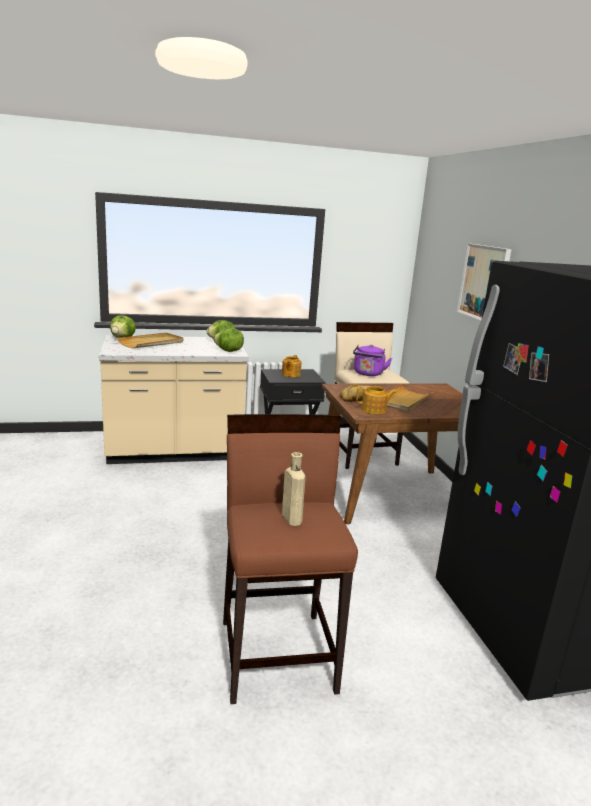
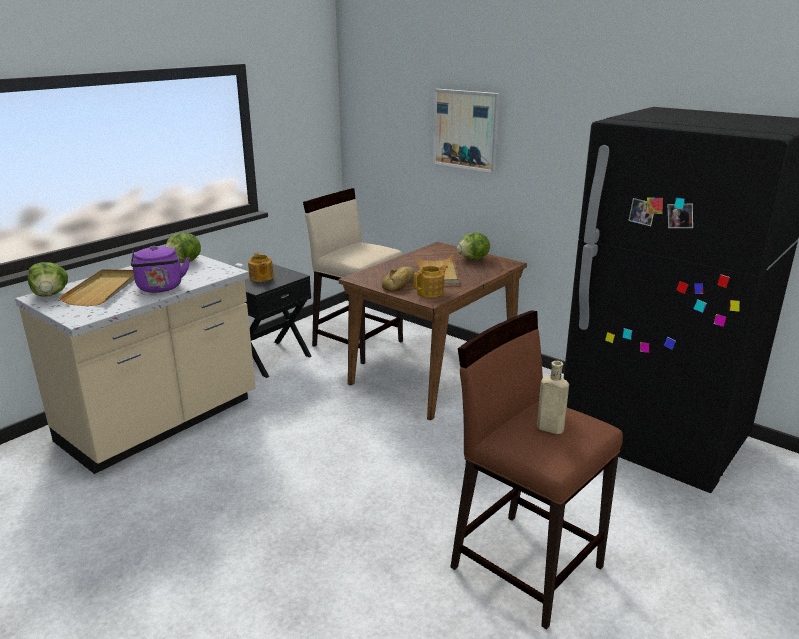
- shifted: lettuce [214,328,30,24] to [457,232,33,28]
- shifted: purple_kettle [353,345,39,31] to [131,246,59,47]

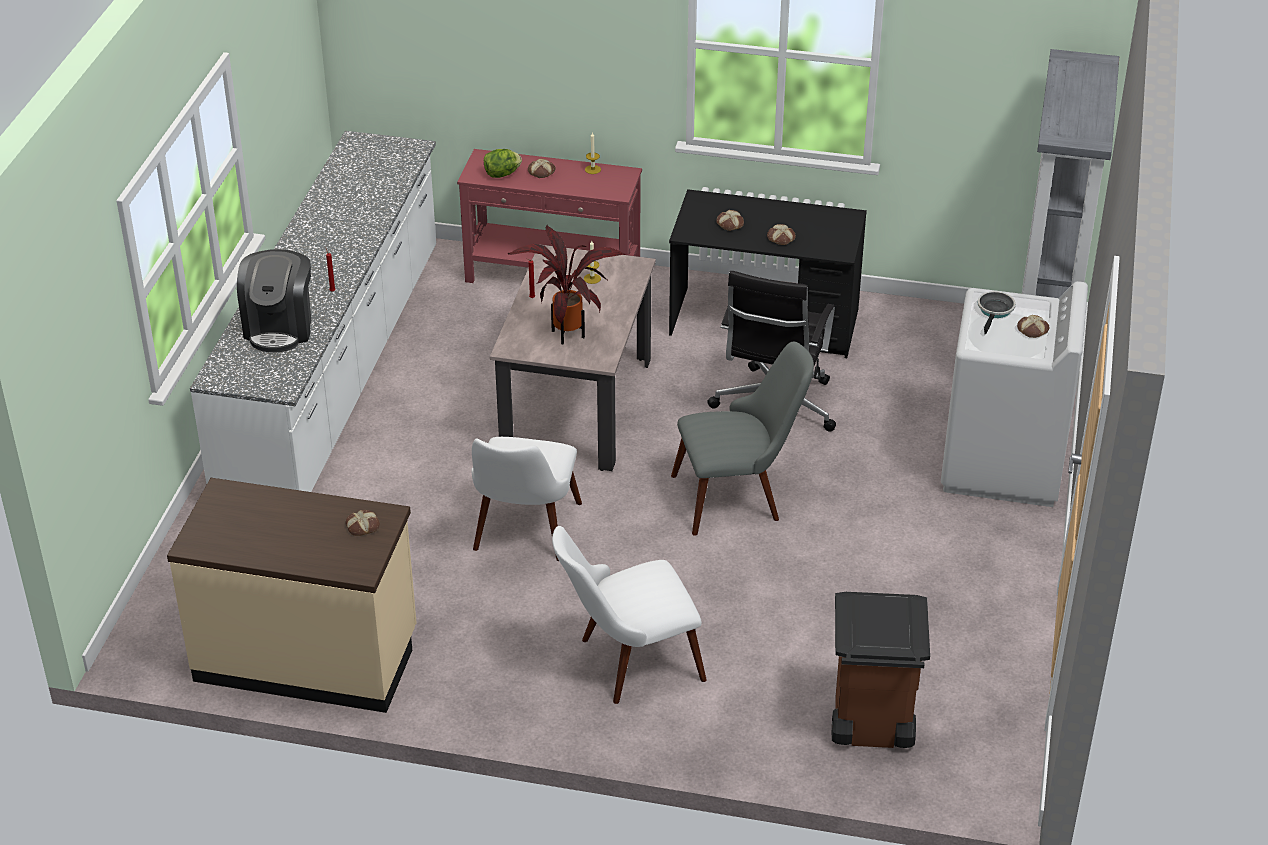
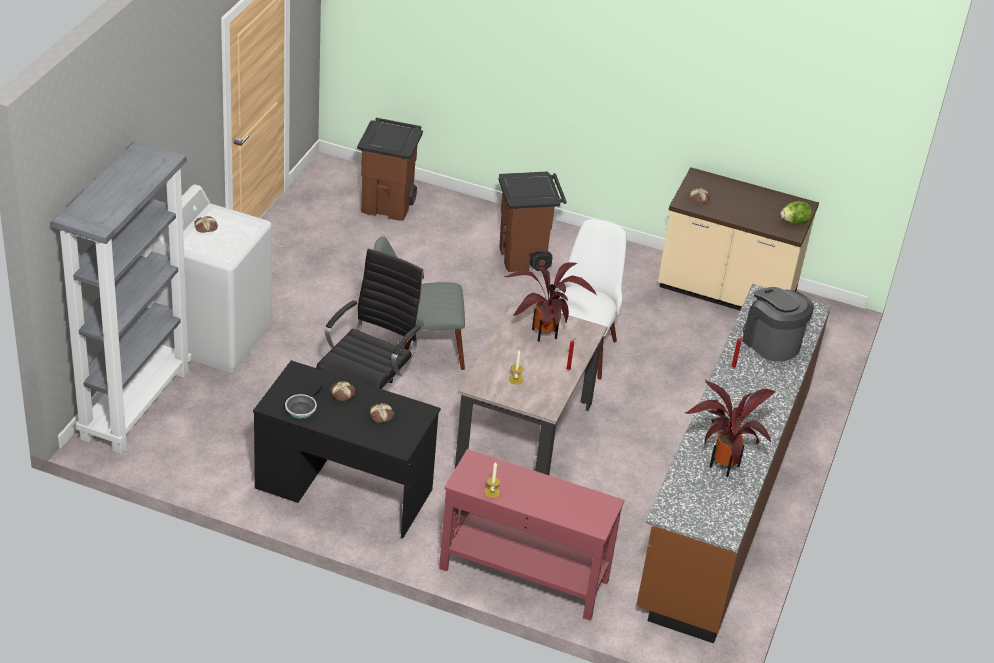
- repainted: white_counter [190,131,246,361] to brown_counter [637,284,194,359]
- rotated: coffee_machine [237,249,74,104] = [742,287,72,74] 45 degrees counterclockwise
- shifted: lettuce [484,149,38,29] to [781,201,31,23]
- gone: bread [528,159,28,19]
- swapped: white_chair [552,526,155,178] to brown_trash_can [499,171,68,101]
- shifted: frying_pan [977,291,39,44] to [285,383,39,36]
- new: potted_plant [685,380,91,97]

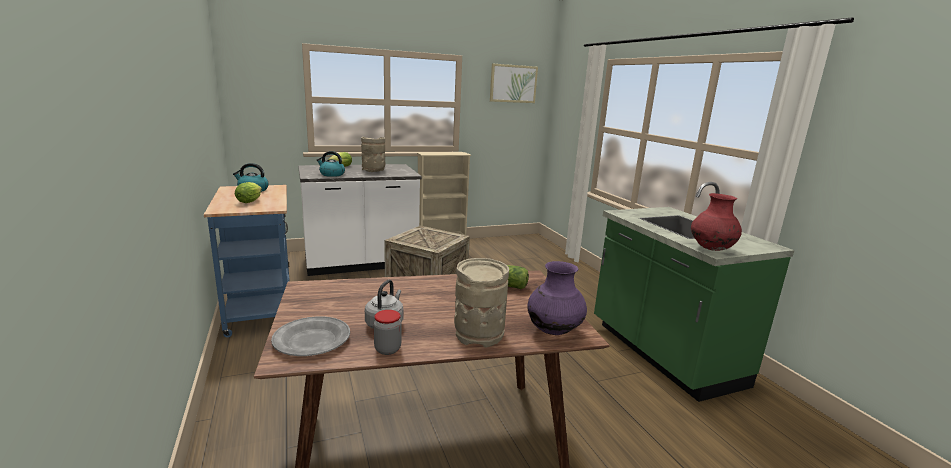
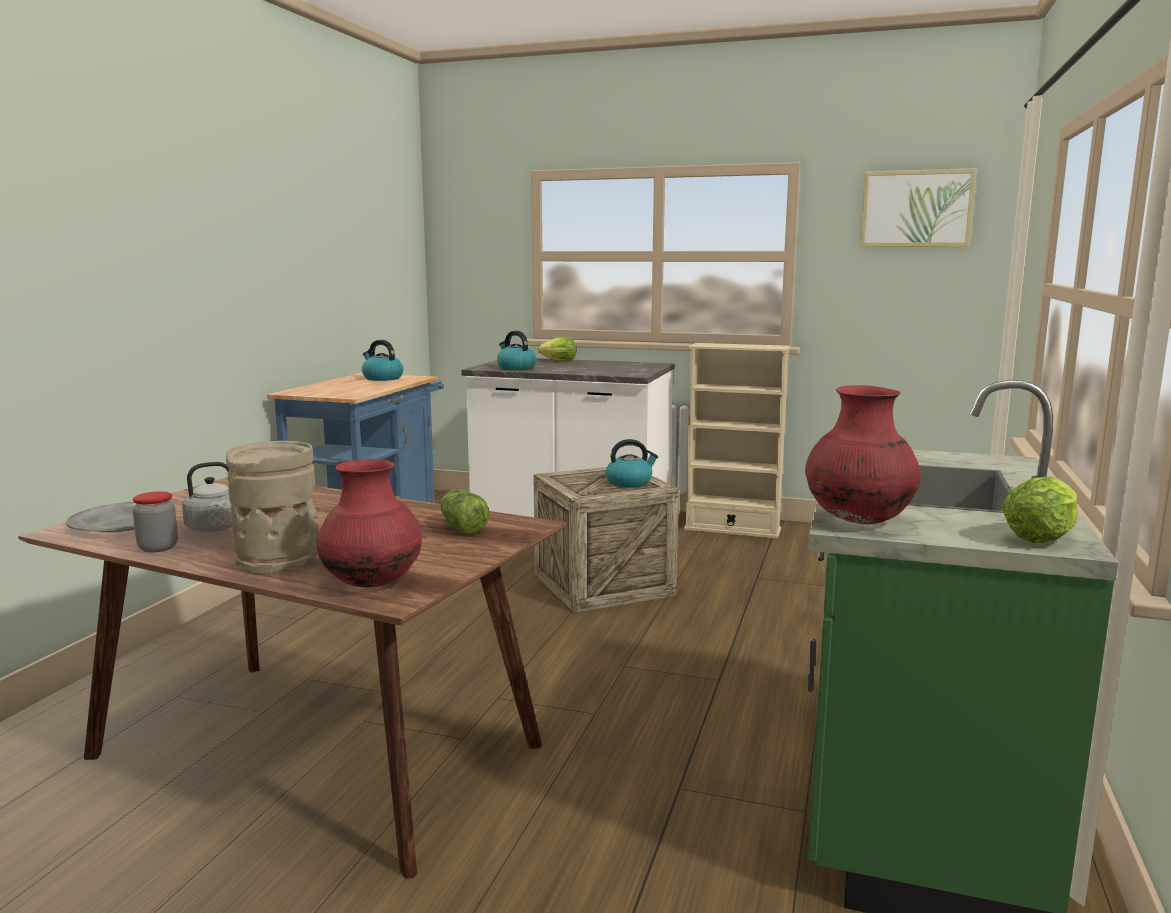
- shifted: lettuce [235,182,27,21] to [1002,476,76,67]
- gone: beige_vase [361,137,24,35]
- repainted: purple_vase [527,261,60,74] to red_vase [316,459,106,128]
- new: kettle [606,439,52,49]

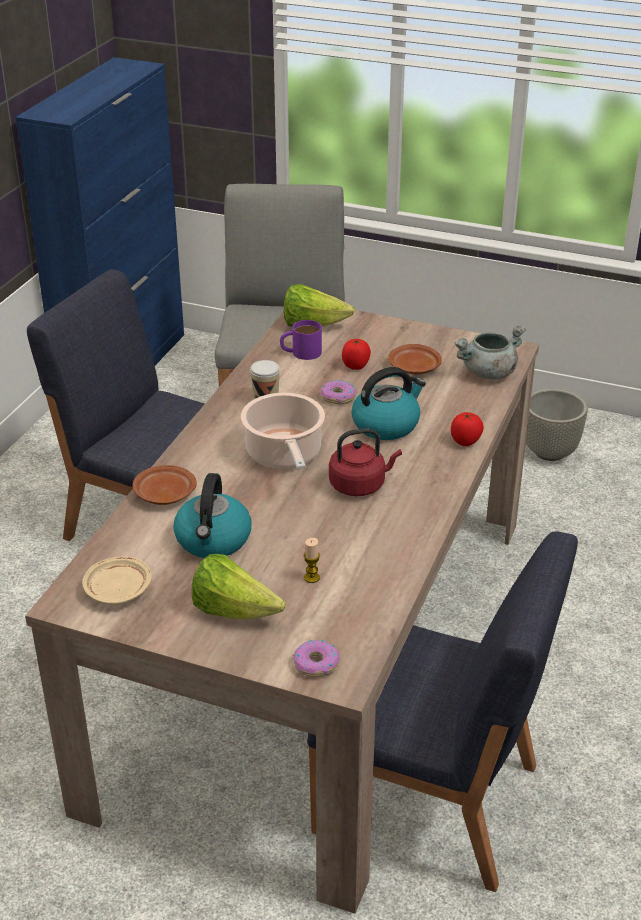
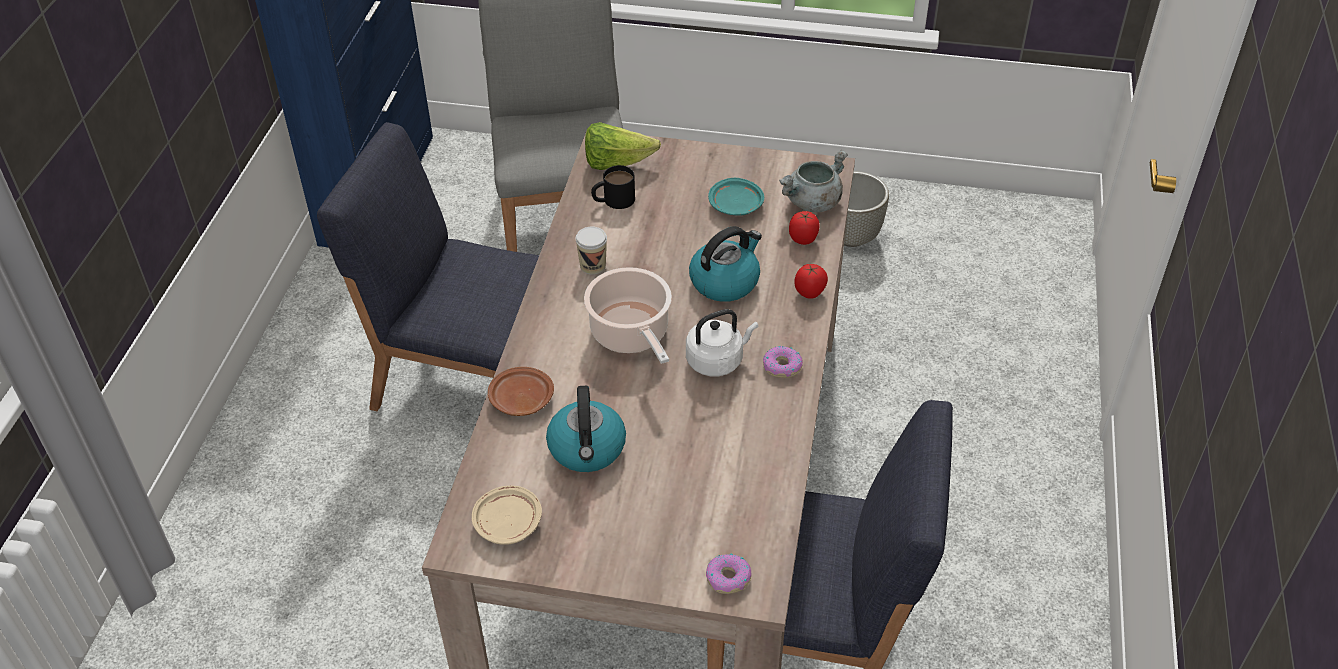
- gone: lettuce [192,554,94,66]
- repainted: purple_mug [280,320,42,40] to black_mug [591,165,44,44]
- gone: candle [304,538,16,45]
- shifted: donut [321,380,35,24] to [763,346,40,32]
- repainted: red_kettle [329,428,73,68] to white_kettle [686,309,72,67]
- shifted: tomato [342,339,29,31] to [789,211,31,34]
- repainted: brown_plate [388,344,54,31] to turquoise_plate [708,178,56,38]

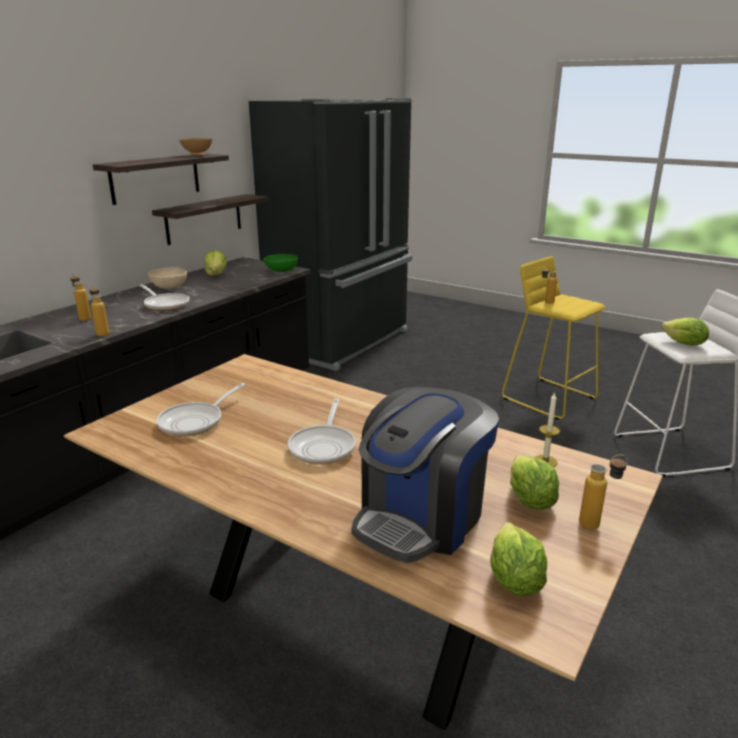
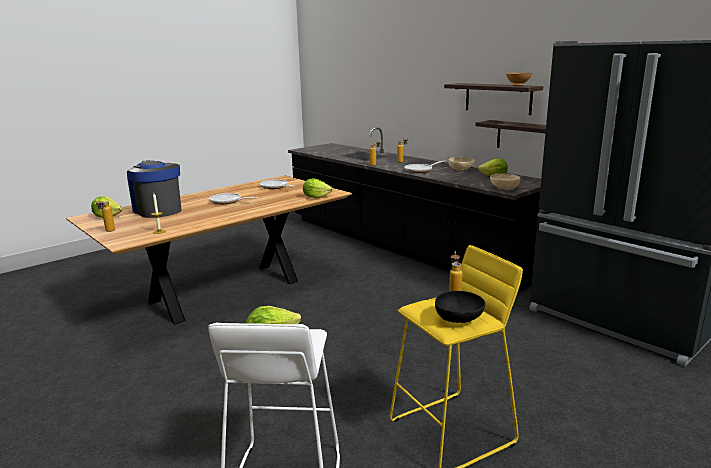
- repainted: green_bowl [263,254,35,18] to beige_bowl [490,174,30,16]
- shifted: lettuce [510,455,49,55] to [303,178,30,21]
- new: black_bowl [435,291,50,32]

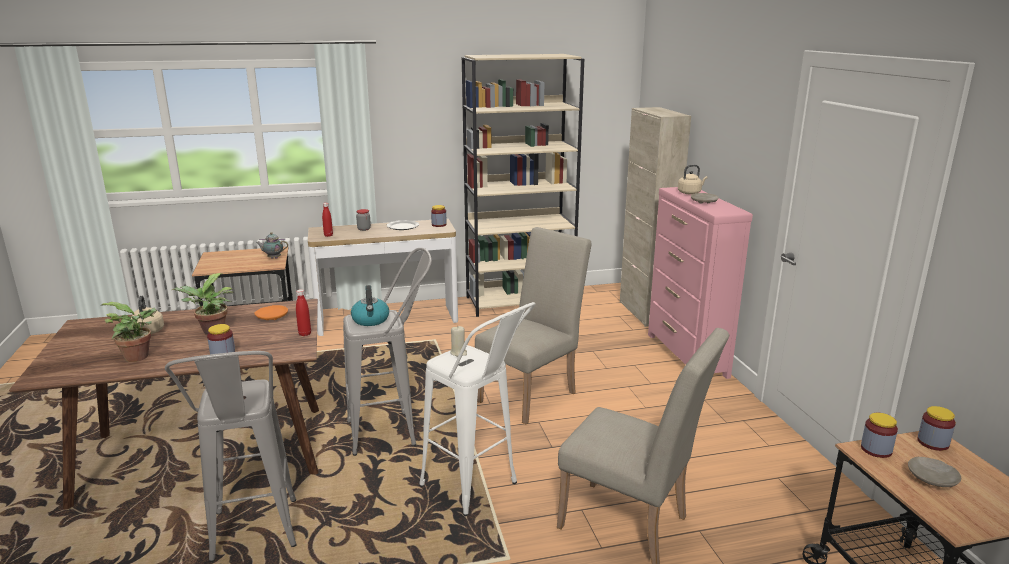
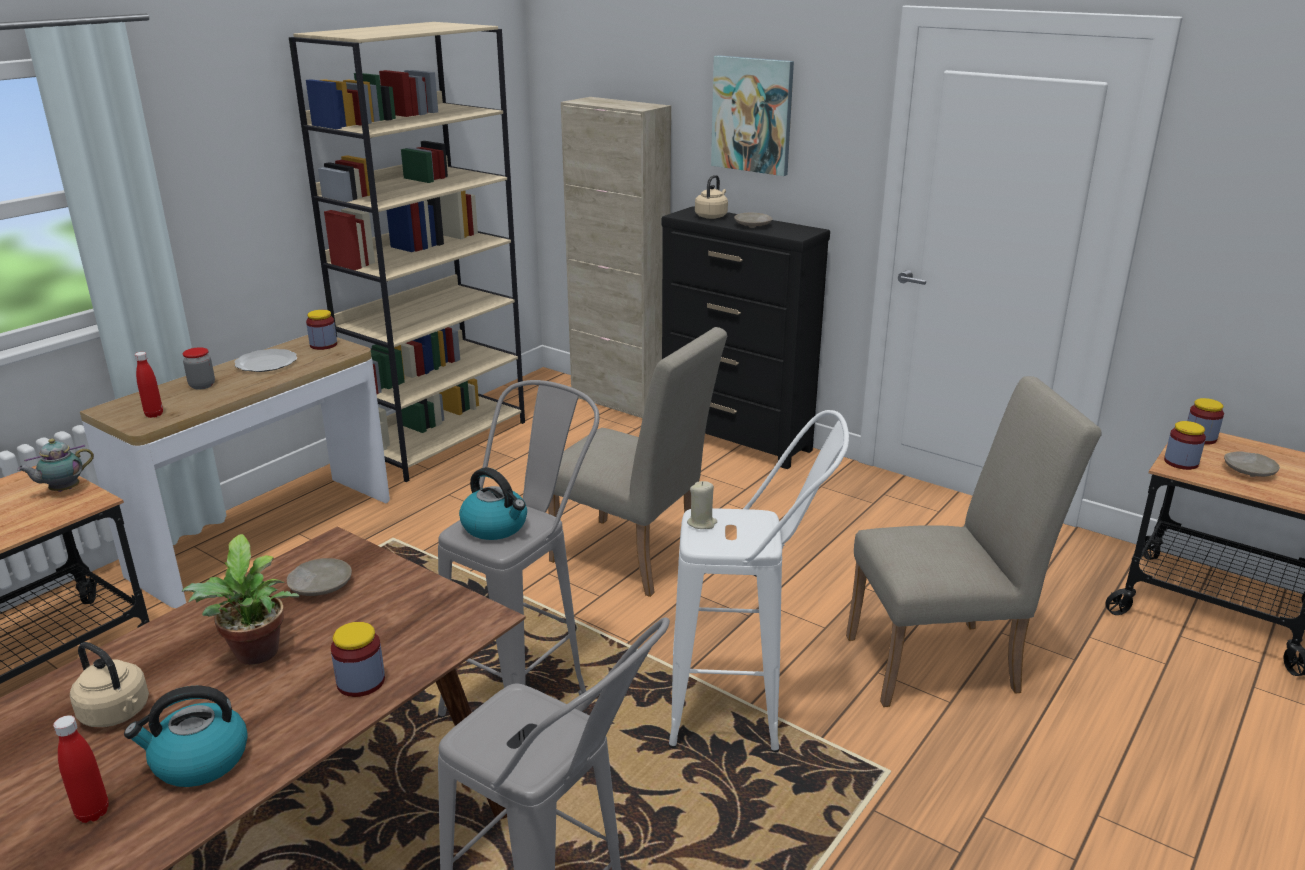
- swapped: potted_plant [100,302,57,60] to kettle [124,686,124,101]
- repainted: orange_plate [254,305,34,15] to beige_plate [287,558,65,38]
- shifted: red_bottle [296,289,15,47] to [53,715,56,108]
- rotated: beige_chair [475,227,117,197] = [548,327,179,270] 120 degrees clockwise
- repainted: pink_dresser [648,187,105,192] to black_dresser [662,206,168,263]
- new: picture [711,55,83,121]

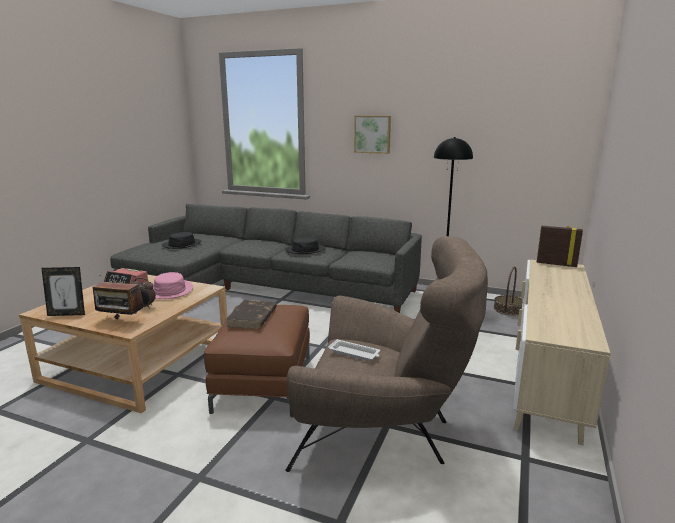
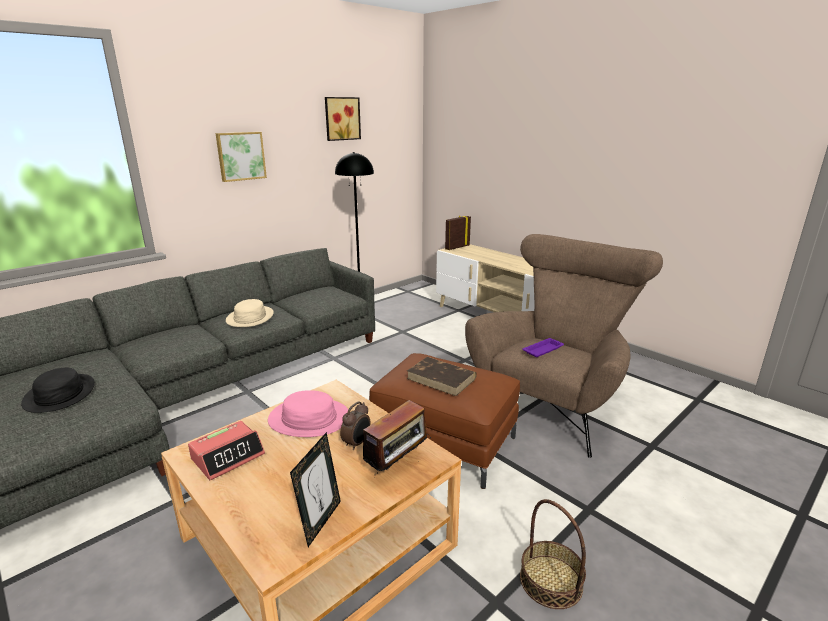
- repainted: black_hat [285,237,40,17] to beige_hat [226,299,48,28]
- repainted: white_tray [328,339,52,22] to purple_tray [522,338,42,19]
- shifted: basket [494,267,29,48] to [520,499,66,110]
- new: picture [325,97,36,44]

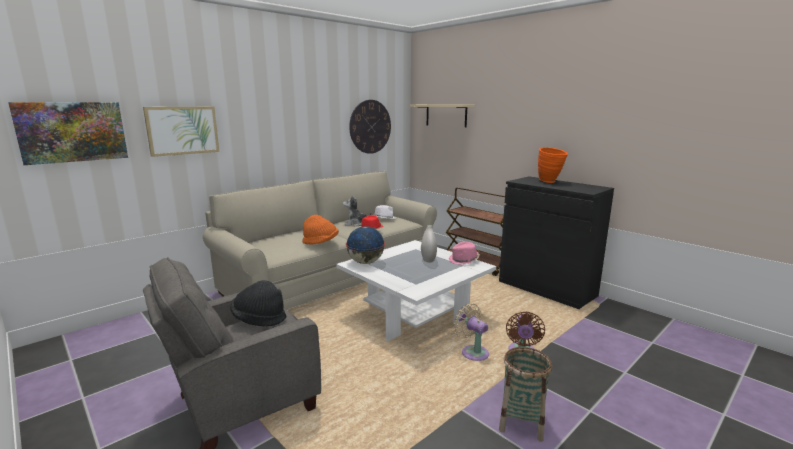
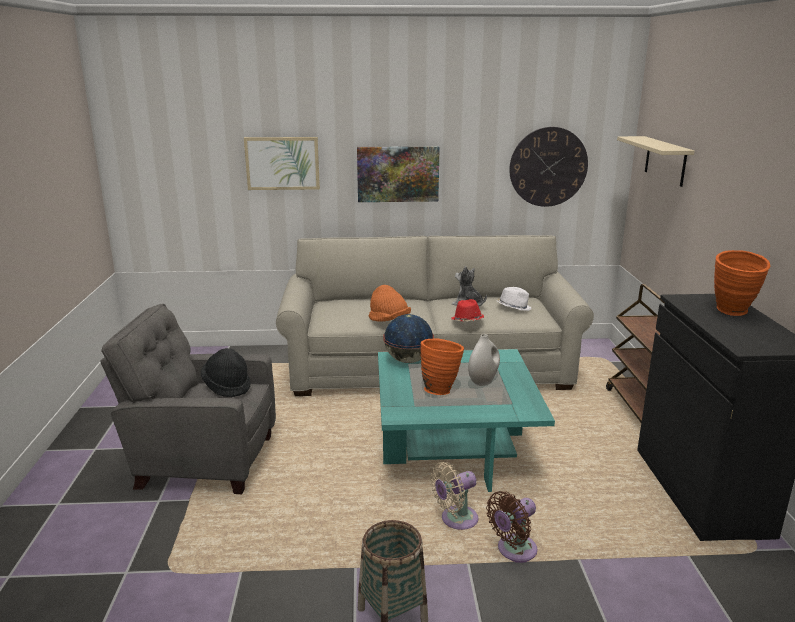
- shifted: picture [8,102,120,63] to [357,146,83,56]
- repainted: white_coffee_table [337,240,159,102] to turquoise_coffee_table [378,349,177,143]
- gone: pink_hat [449,242,31,23]
- rotated: beige_fan [454,303,35,58] = [430,462,48,68] 120 degrees counterclockwise
- new: orange_vase [421,338,43,57]

